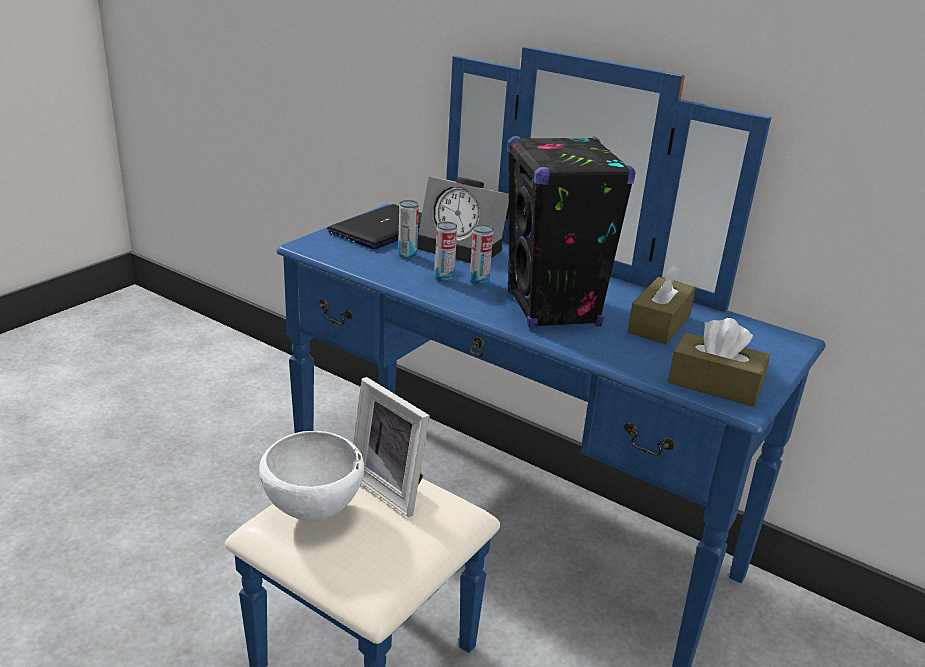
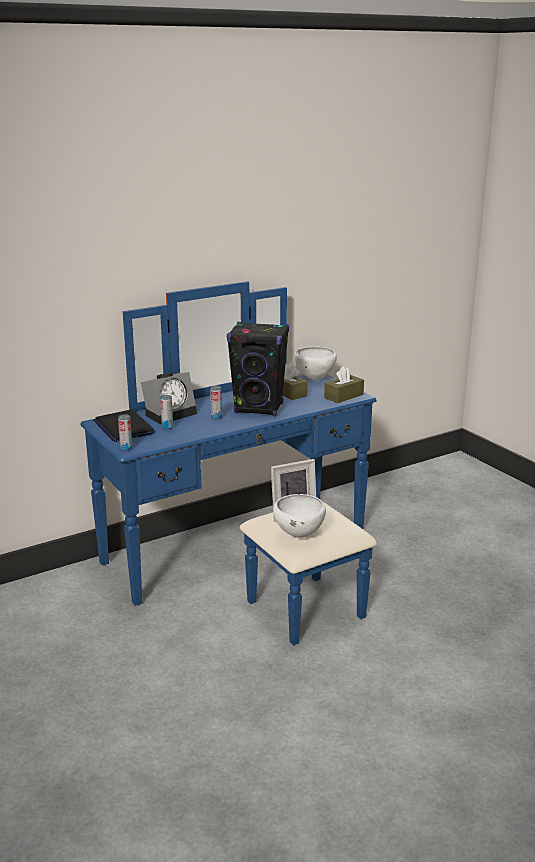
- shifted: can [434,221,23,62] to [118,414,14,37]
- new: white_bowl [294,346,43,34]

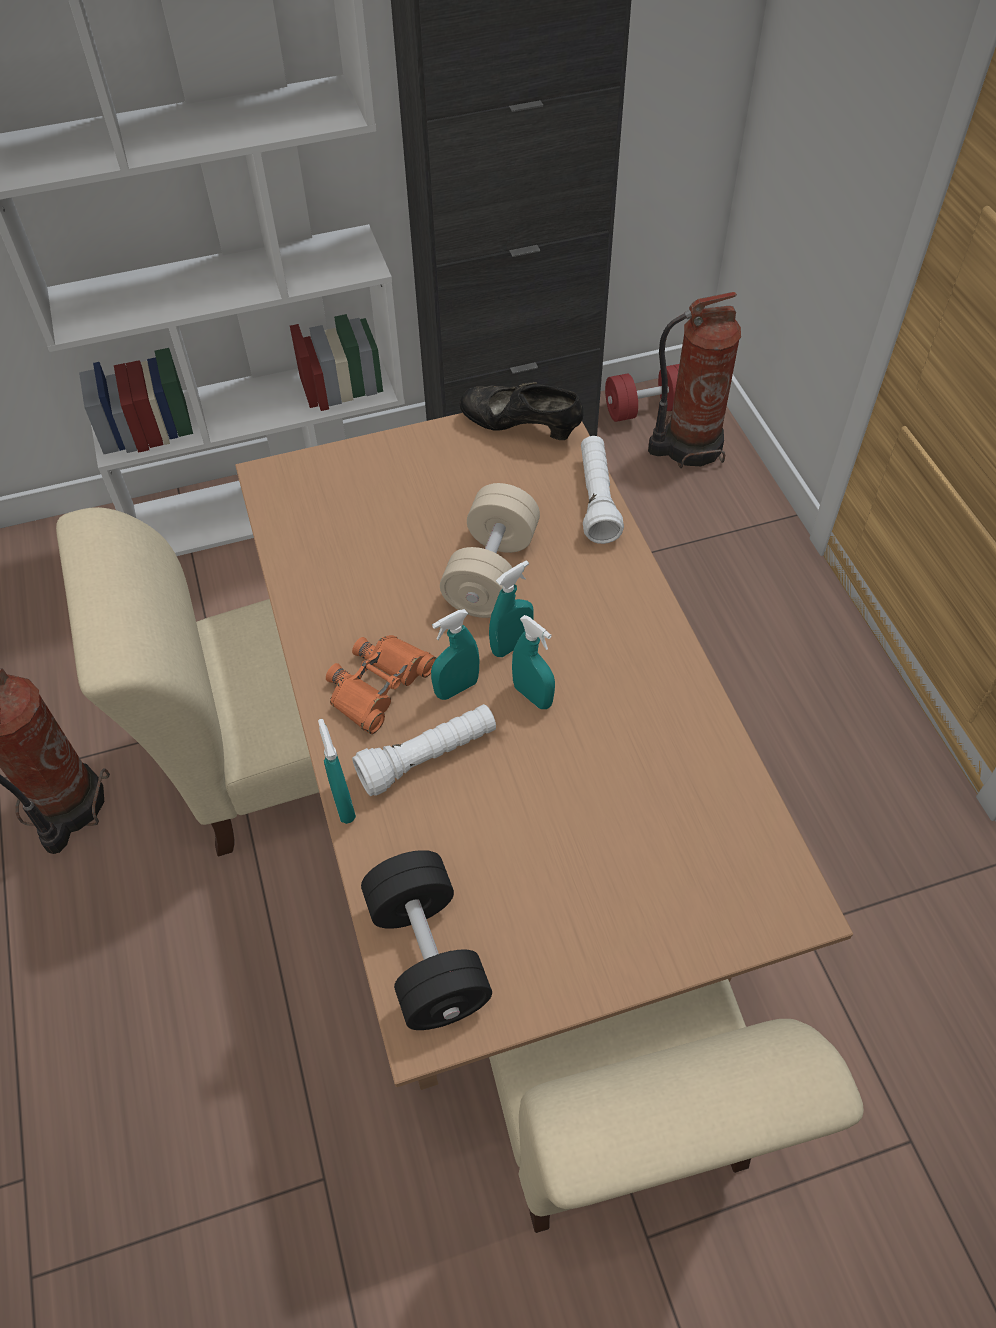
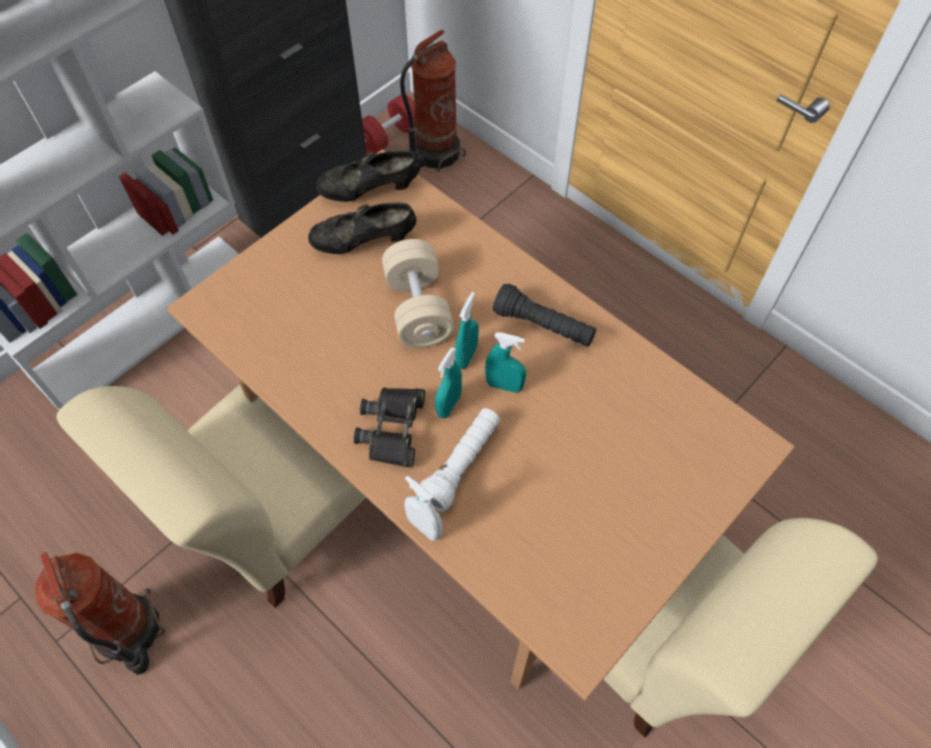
- repainted: turquoise_spray_bottle [318,719,38,105] to white_spray_bottle [404,476,38,65]
- repainted: orange_binoculars [326,635,111,99] to black_binoculars [354,387,71,81]
- gone: black_dumbbell [361,850,131,180]
- gone: white_flashlight [581,436,43,108]
- new: black_shoe [308,203,108,51]
- new: black_flashlight [493,284,103,63]

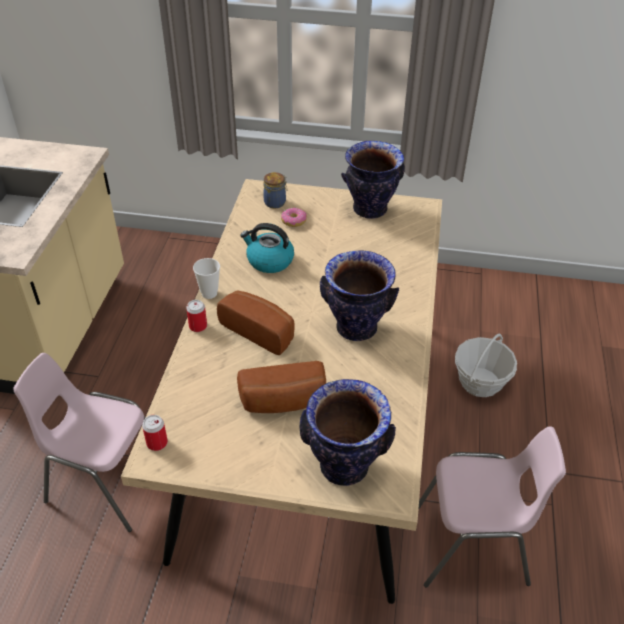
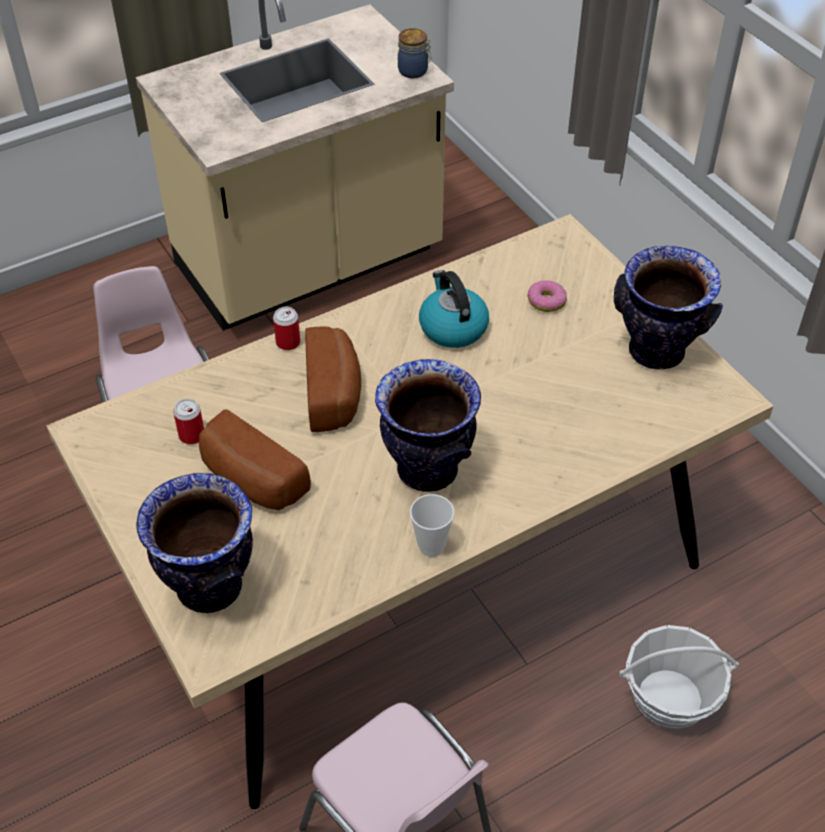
- shifted: can [142,415,26,36] to [173,399,31,45]
- shifted: cup [193,258,27,41] to [410,494,44,63]
- shifted: jar [263,172,24,36] to [398,28,34,50]

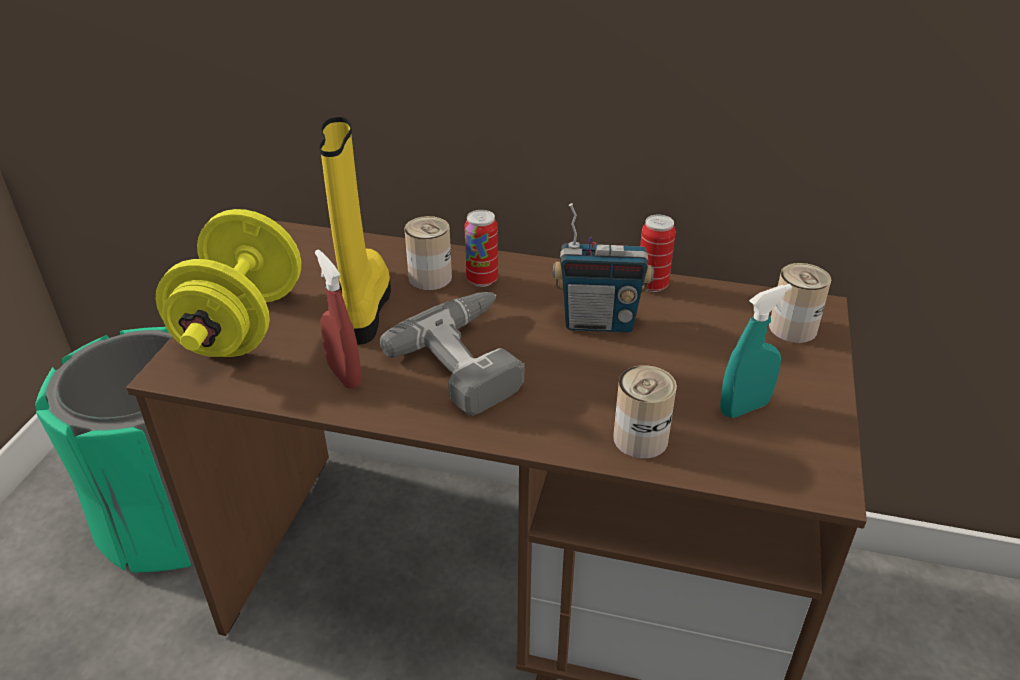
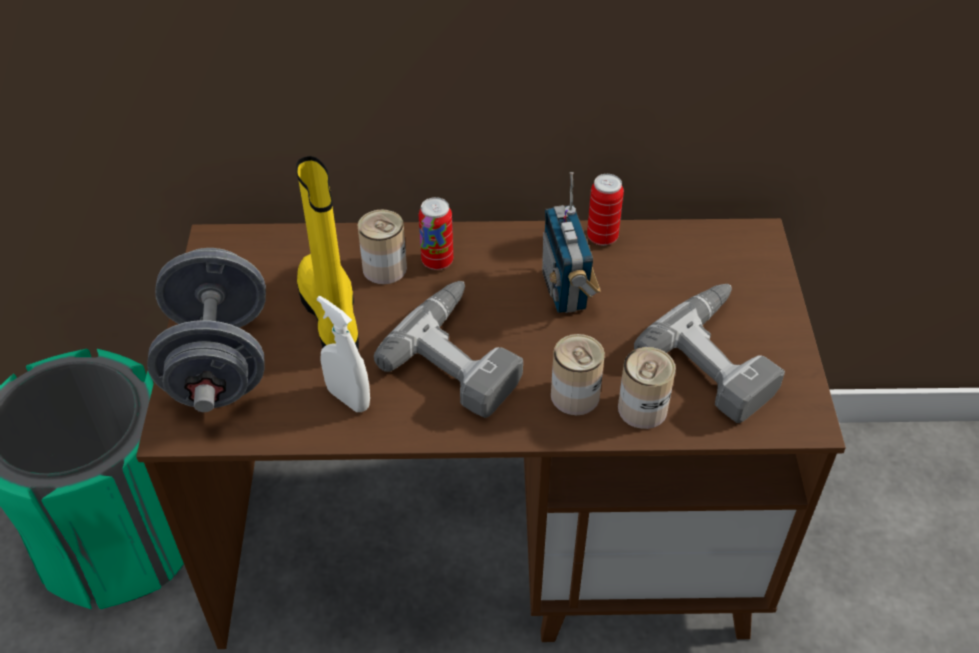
- repainted: yellow_dumbbell [156,209,145,148] to grey_dumbbell [147,248,119,164]
- repainted: red_spray_bottle [315,250,47,139] to white_spray_bottle [317,296,53,116]
- rotated: radio [553,203,101,130] = [542,172,59,141] 90 degrees clockwise
- swapped: turquoise_spray_bottle [720,284,72,134] to power_drill [634,284,151,139]
- shifted: can [769,263,62,80] to [551,334,54,81]

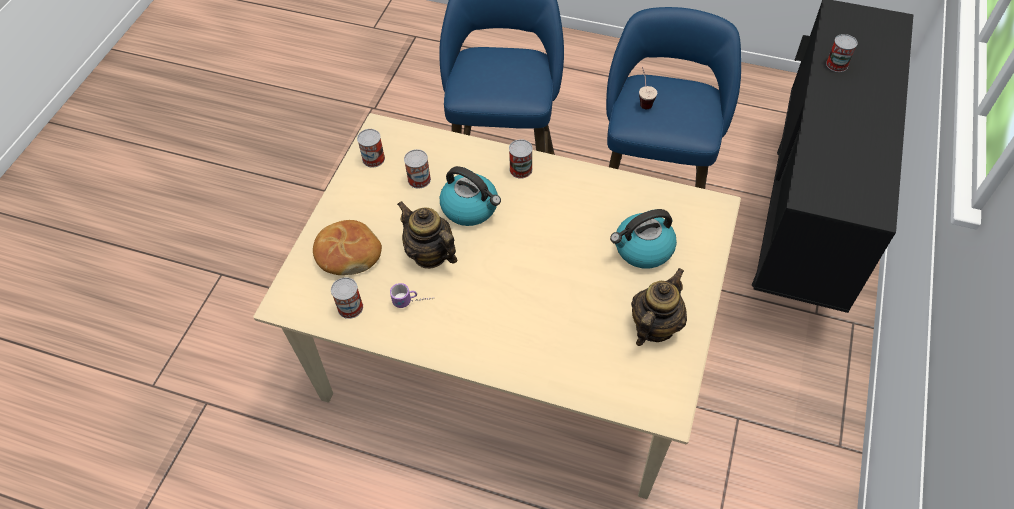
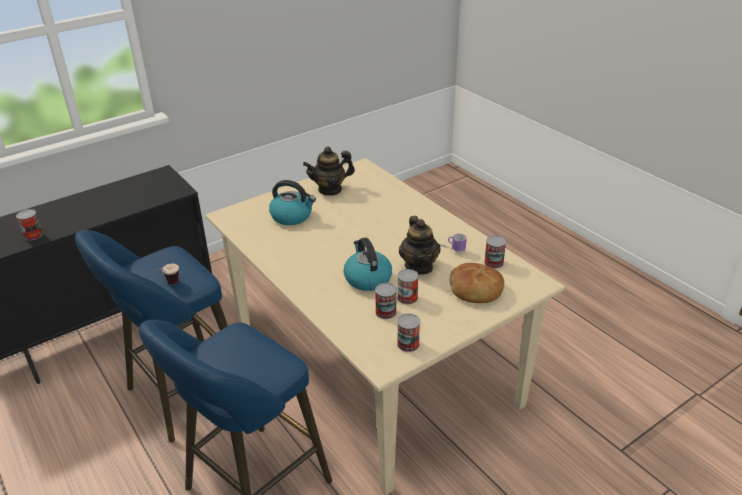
- shifted: can [509,139,24,40] to [397,269,22,35]

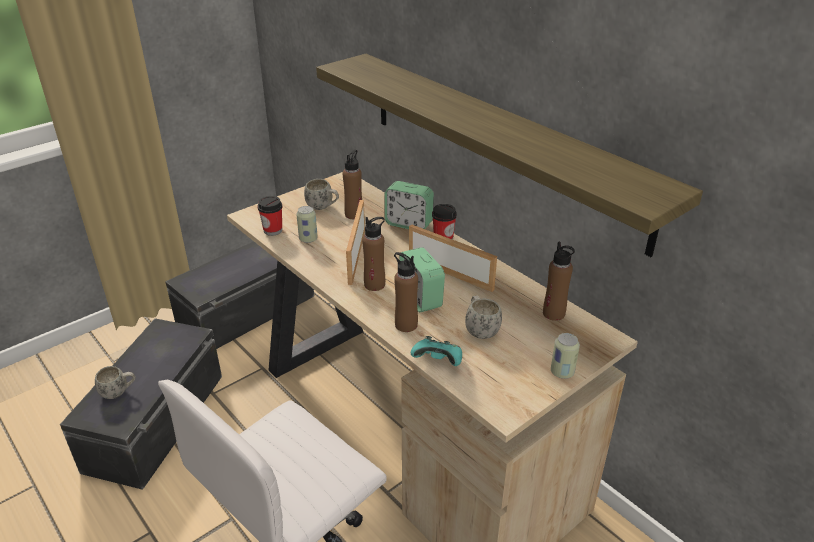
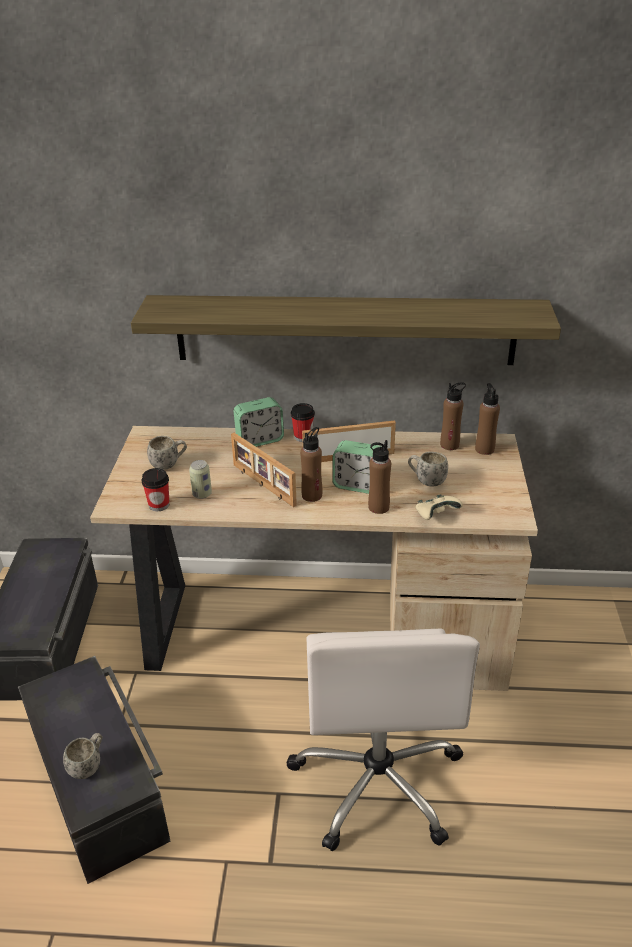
- shifted: brown_bottle [343,150,19,69] to [475,383,25,72]
- repainted: turquoise_game_controller [411,336,51,30] to beige_game_controller [415,495,48,25]
- gone: can [551,333,29,46]

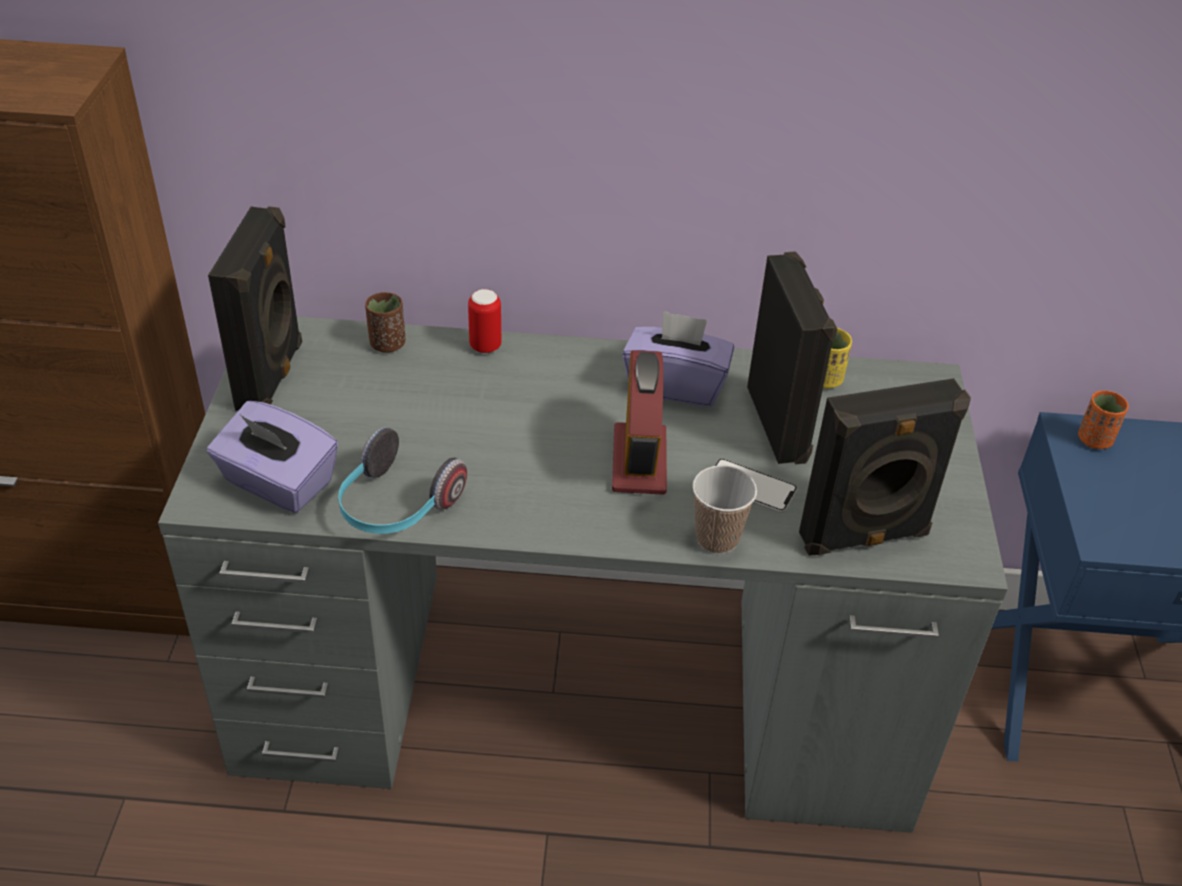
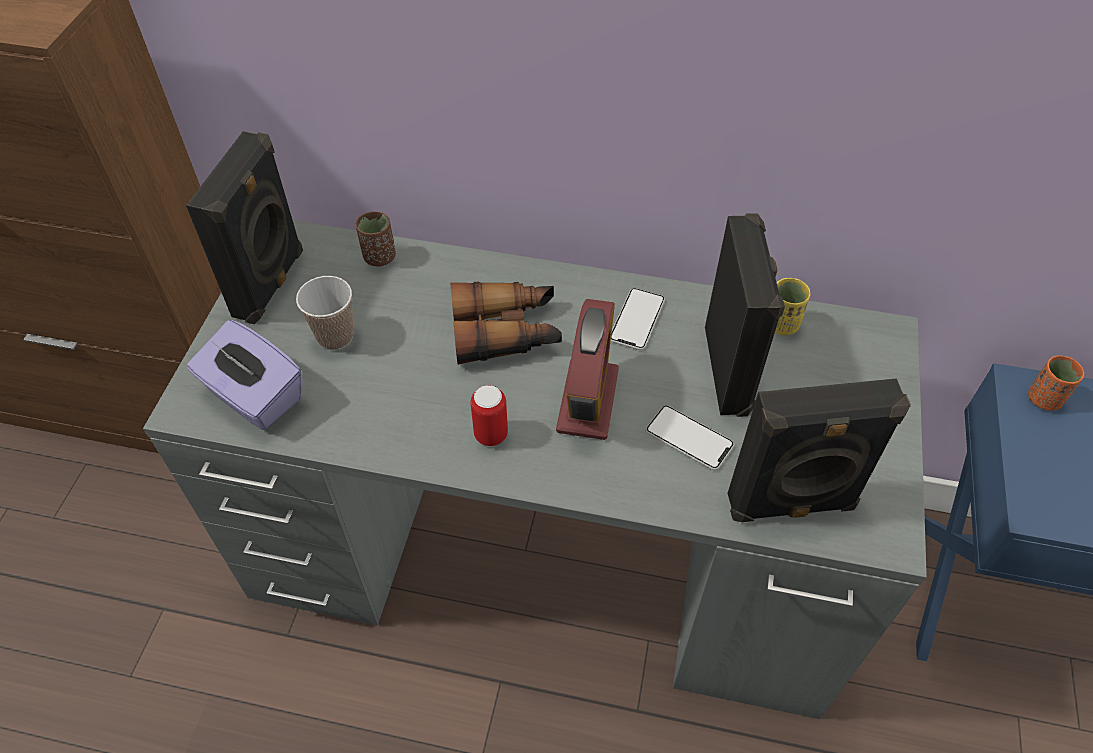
- gone: headphones [338,427,129,107]
- shifted: can [468,289,33,64] to [471,385,37,61]
- swapped: purple_tissue_box [622,310,112,96] to phone [611,288,54,62]
- shifted: cup [692,465,65,89] to [296,276,58,74]
- new: binoculars [451,281,111,84]

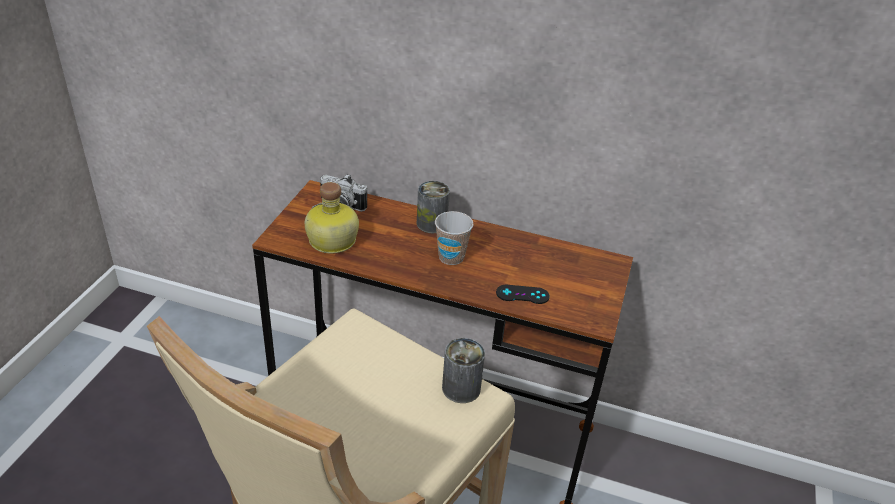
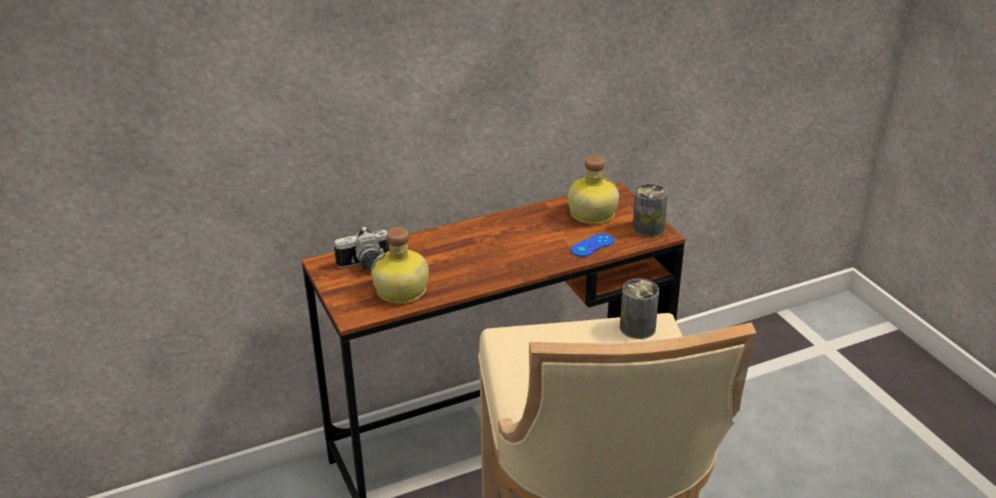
- shifted: can [417,181,33,52] to [633,184,35,53]
- gone: cup [435,211,38,54]
- repainted: black_game_controller [496,285,54,19] to blue_game_controller [571,234,43,23]
- new: bottle [568,155,51,69]

